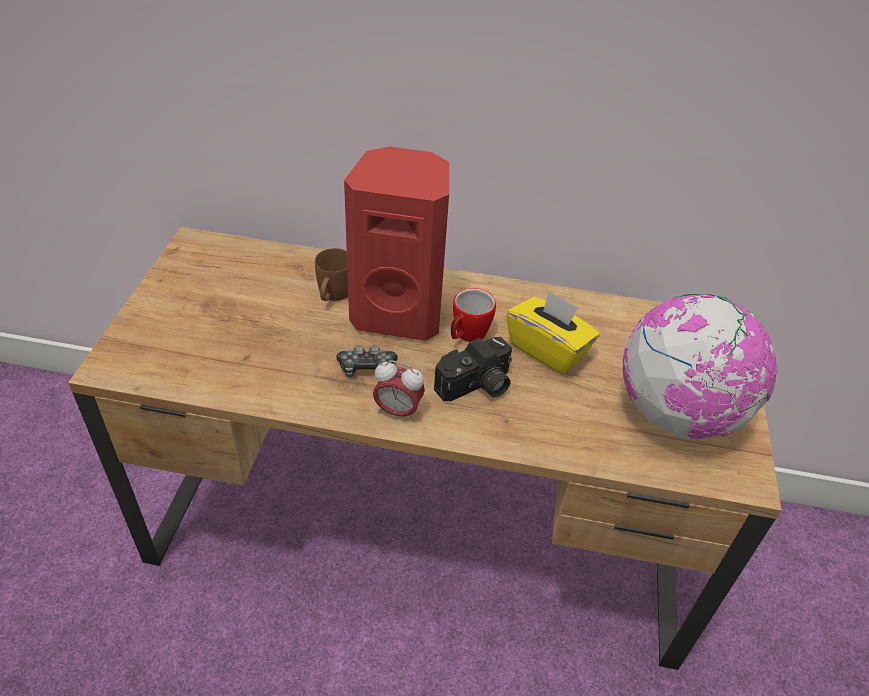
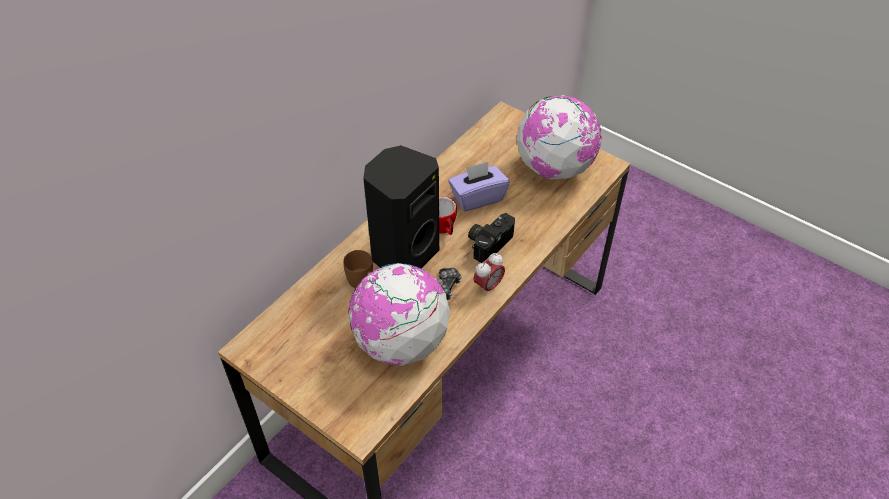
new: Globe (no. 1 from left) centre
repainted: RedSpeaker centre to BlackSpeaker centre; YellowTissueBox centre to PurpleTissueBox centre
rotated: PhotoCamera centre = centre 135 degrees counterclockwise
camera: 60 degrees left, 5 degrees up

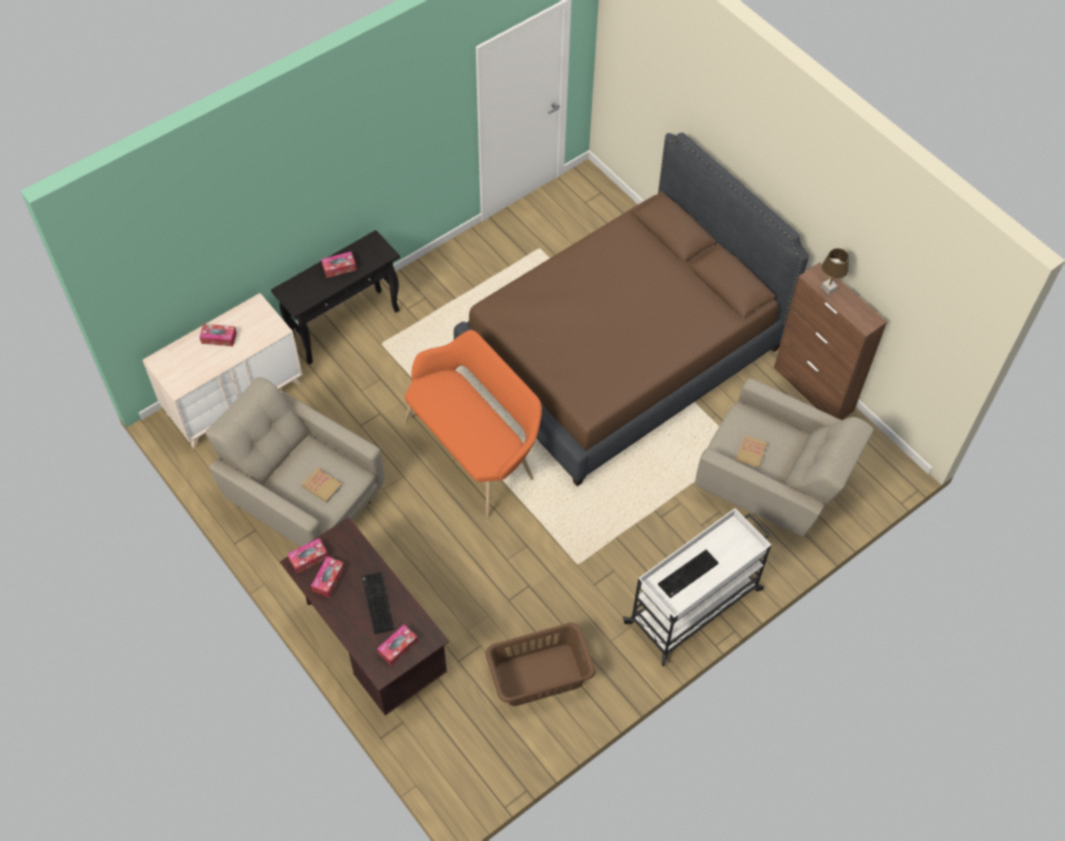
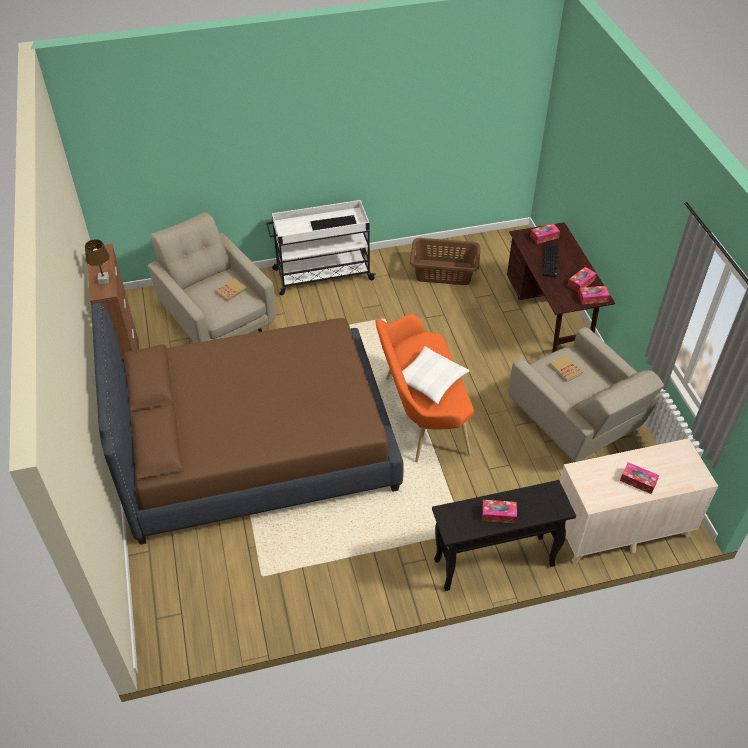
new: WhitePillow centre
camera: 155 degrees left, 10 degrees down

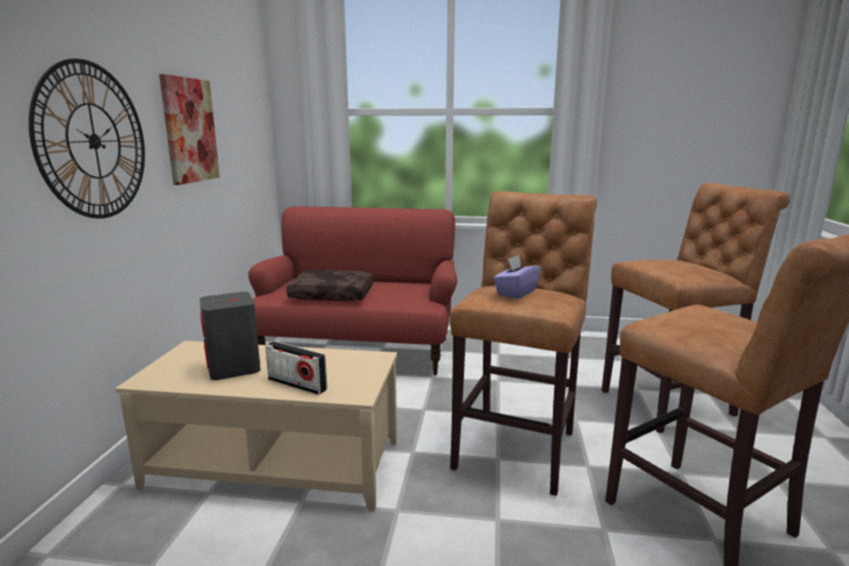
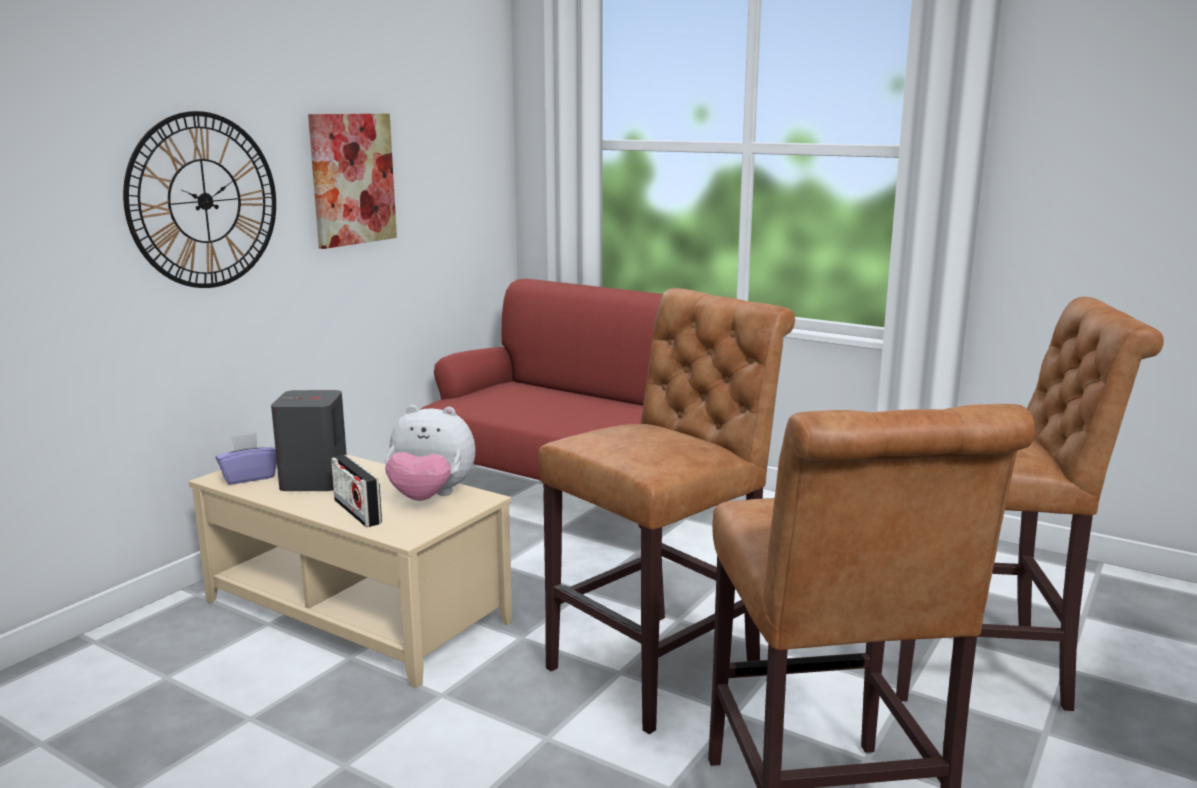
gone: BrownPillow centre
new: PlushToy centre
shifted: PurpleTissueBox centre to middle left
camera: 25 degrees right, 0 degrees up

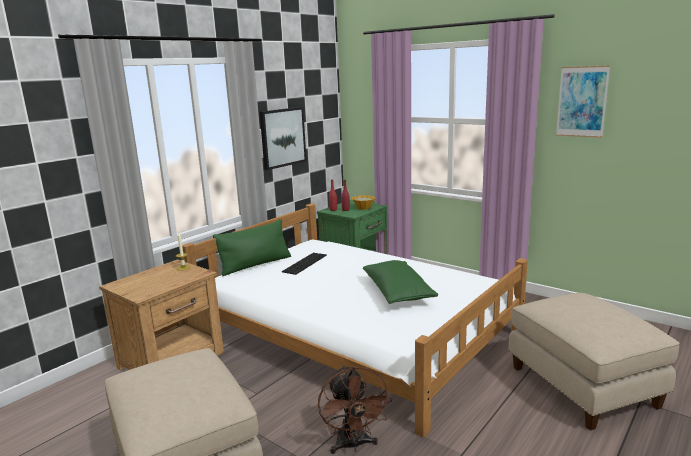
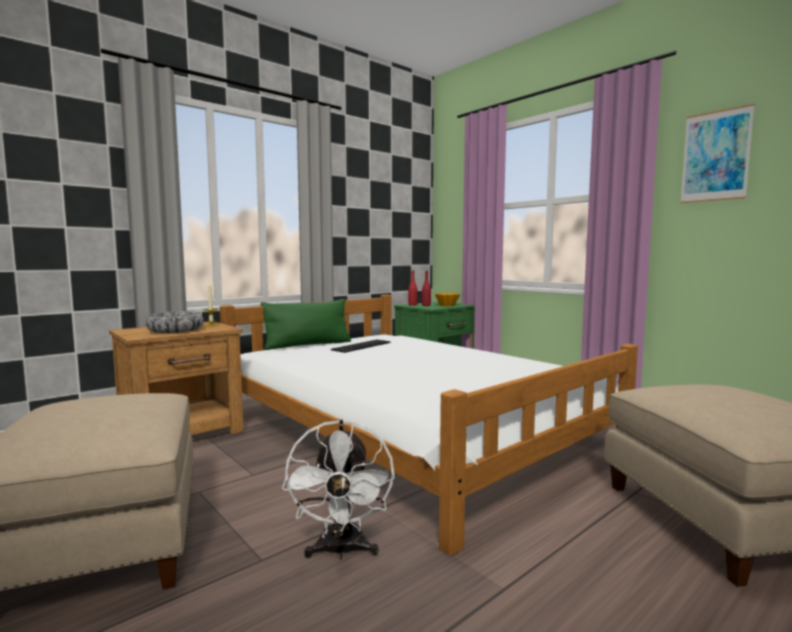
gone: Picture (no. 1 from left) top centre; GreenPillow (no. 2 from left) centre
new: Bowl (no. 1 from left) middle left
repainted: BrownFan bottom centre to WhiteFan bottom centre
camera: 10 degrees right, 10 degrees down

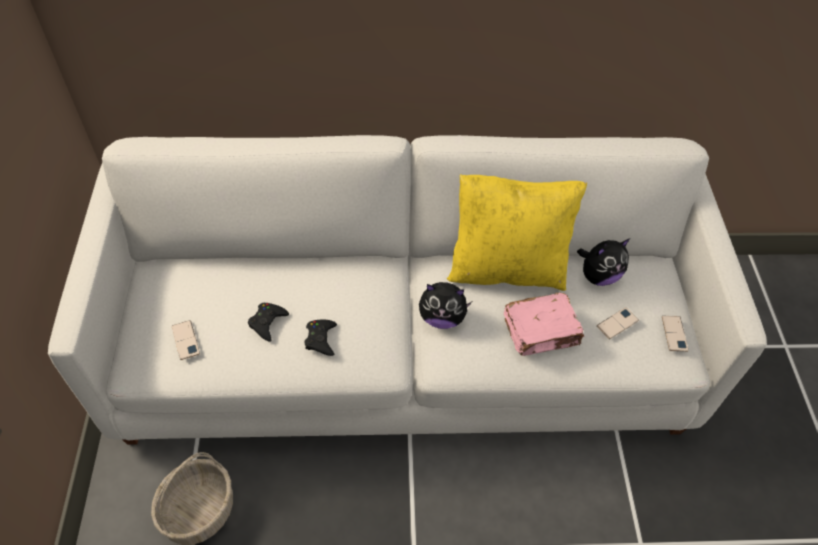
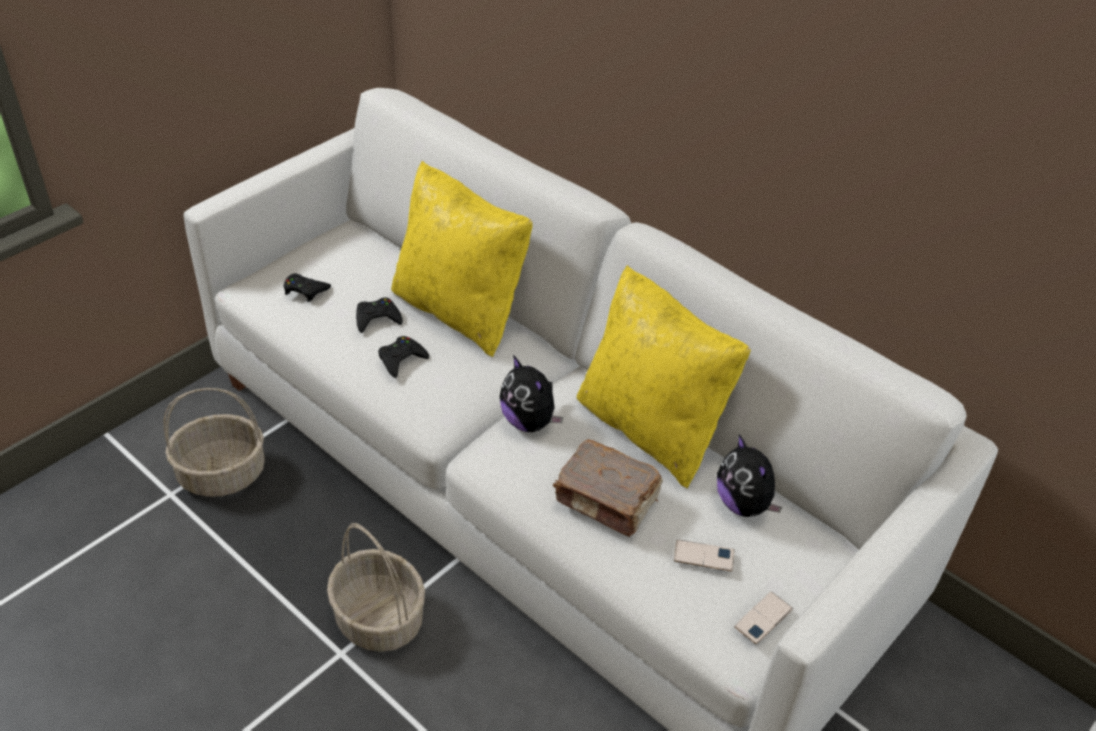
new: Basket (no. 2 from left) bottom centre; YellowPillow (no. 1 from left) centre
swapped: Phone (no. 1 from left) middle left to BlackGameController (no. 1 from left) middle left
repainted: PinkBook centre to BrownBook bottom centre
rotated: PlushToy (no. 2 from left) middle right = middle right 45 degrees clockwise
camera: 45 degrees right, 10 degrees down

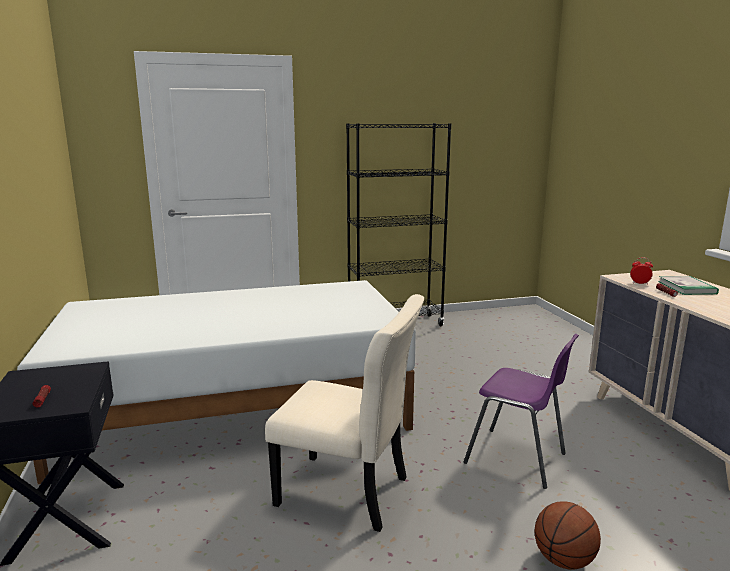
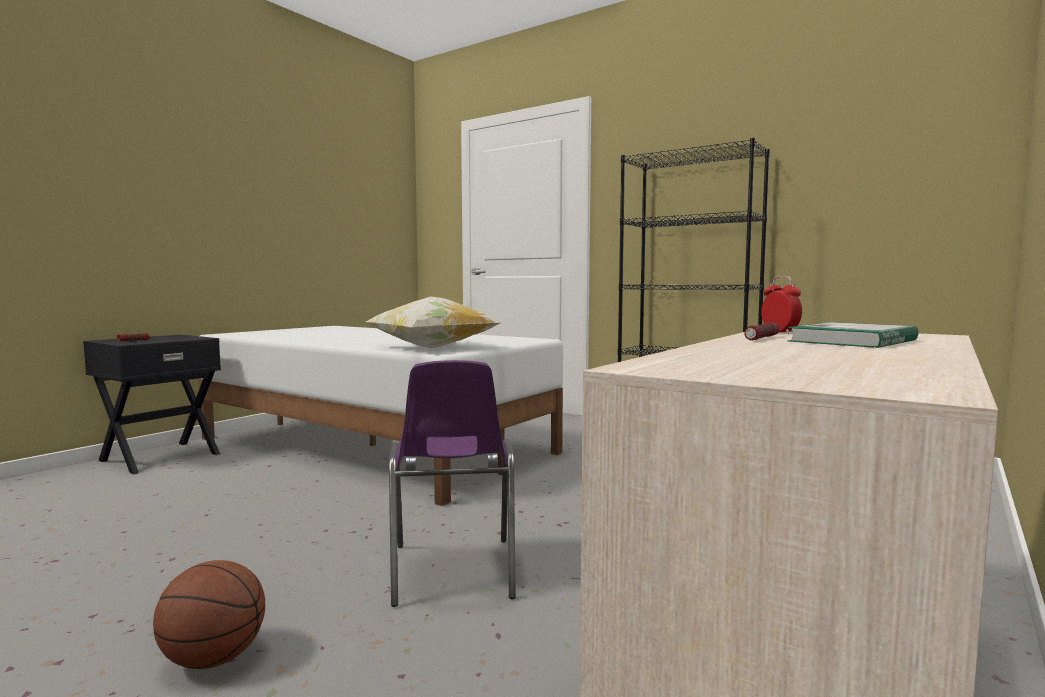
gone: BeigeChair bottom centre
new: Pillow centre
camera: 50 degrees right, 10 degrees down

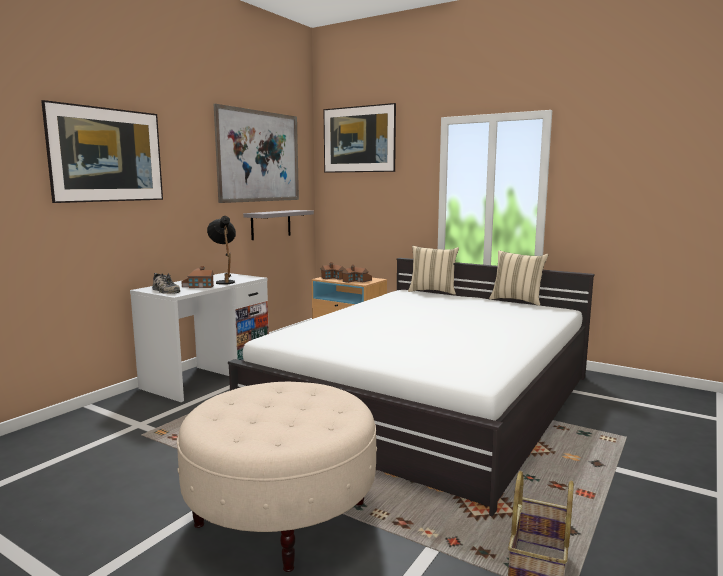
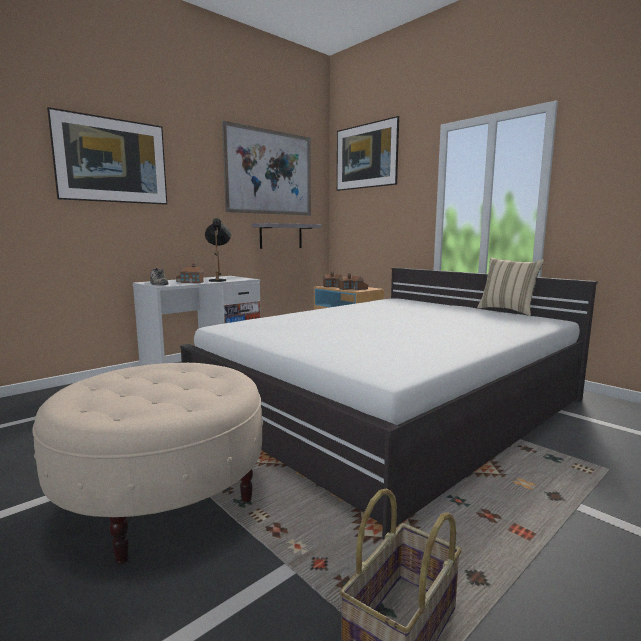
gone: BeigePillow (no. 1 from left) centre
camera: 15 degrees right, 0 degrees up

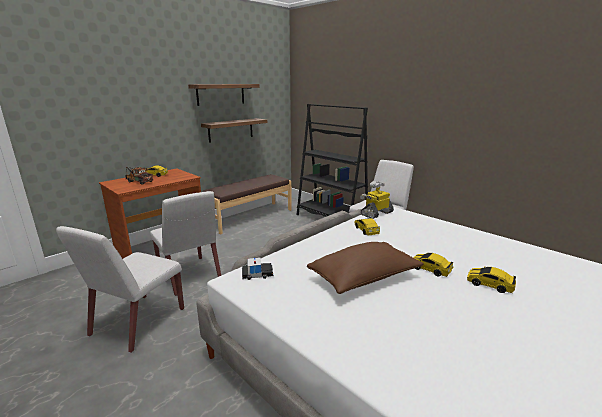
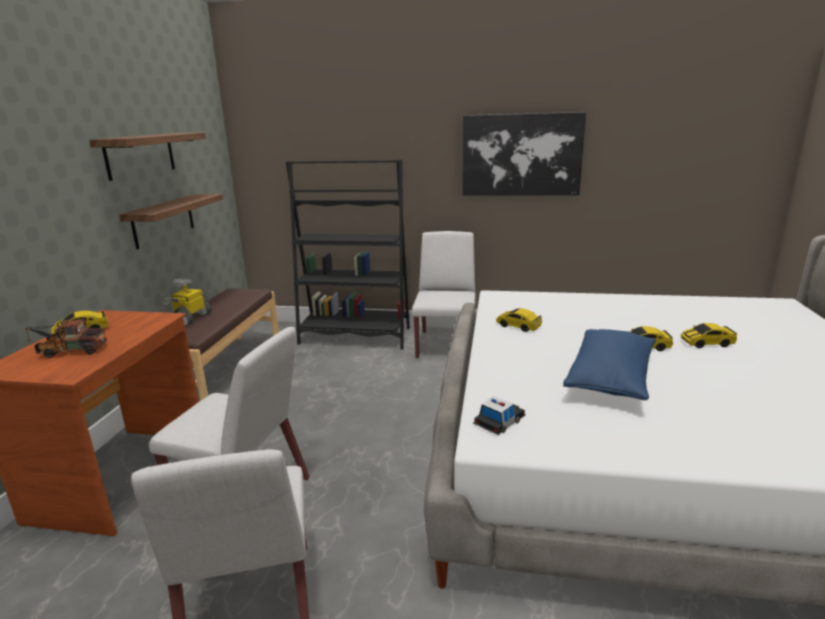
new: Picture top centre
shifted: ToyRobot centre to middle left
repainted: BrownPillow centre to BluePillow middle right
camera: 35 degrees left, 0 degrees up

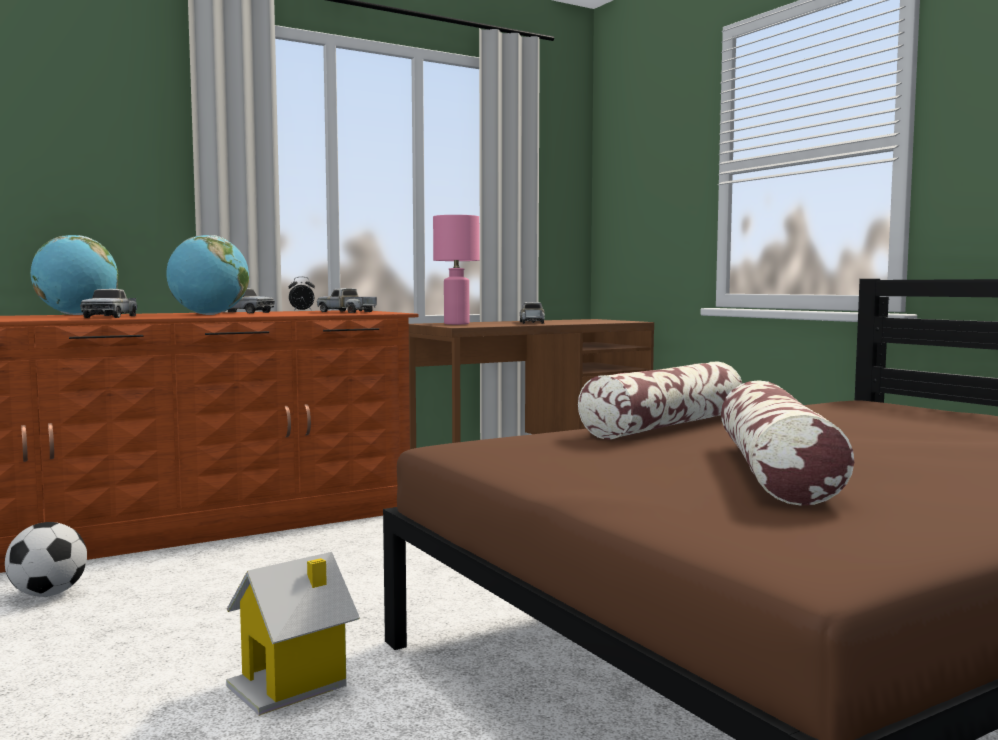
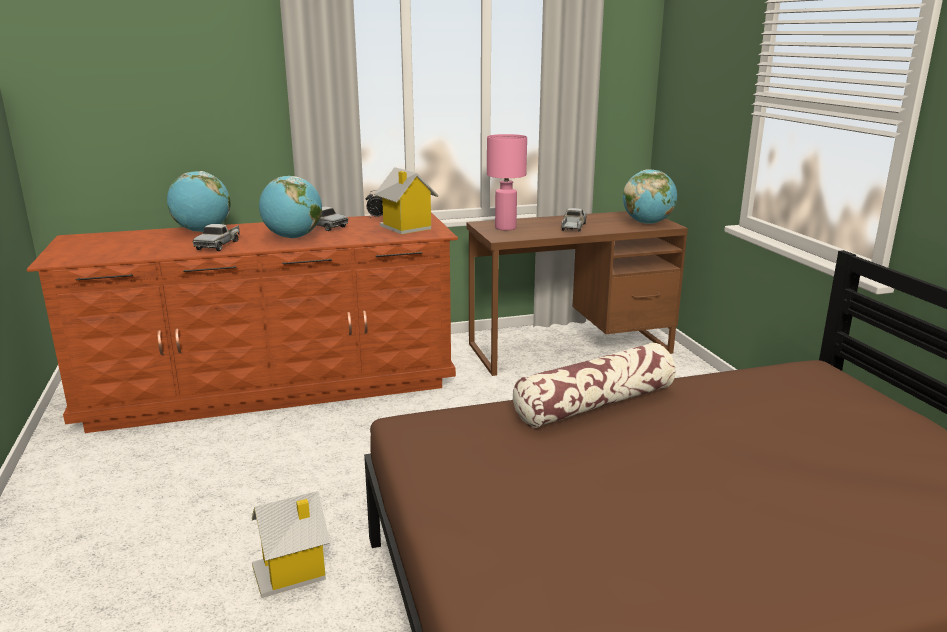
gone: Football bottom left; Pillow (no. 2 from left) middle right
new: Globe (no. 3 from left) top right
swapped: ToyTruck (no. 3 from left) centre to ToyHouse (no. 2 from left) top centre
camera: 15 degrees right, 15 degrees up

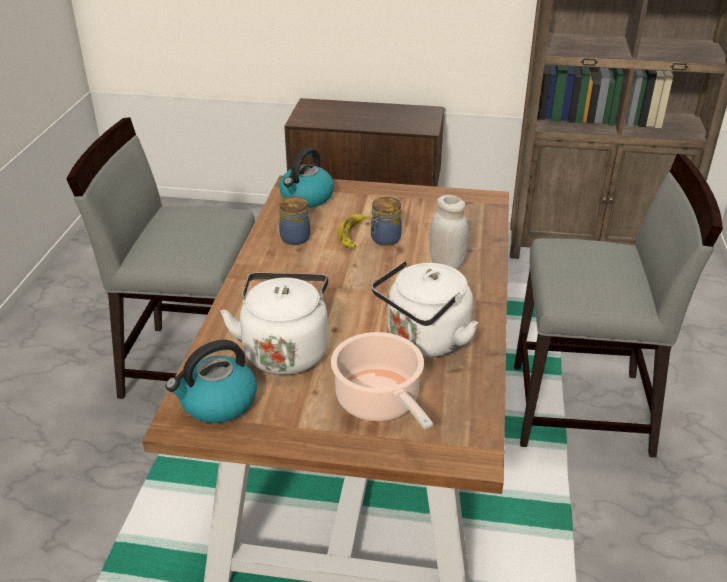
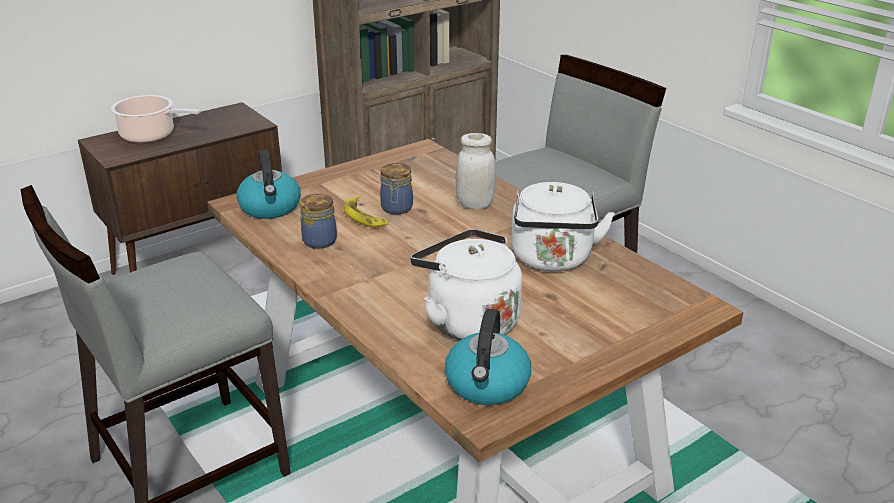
shifted: CookingPot centre to top left
camera: 45 degrees left, 5 degrees down

